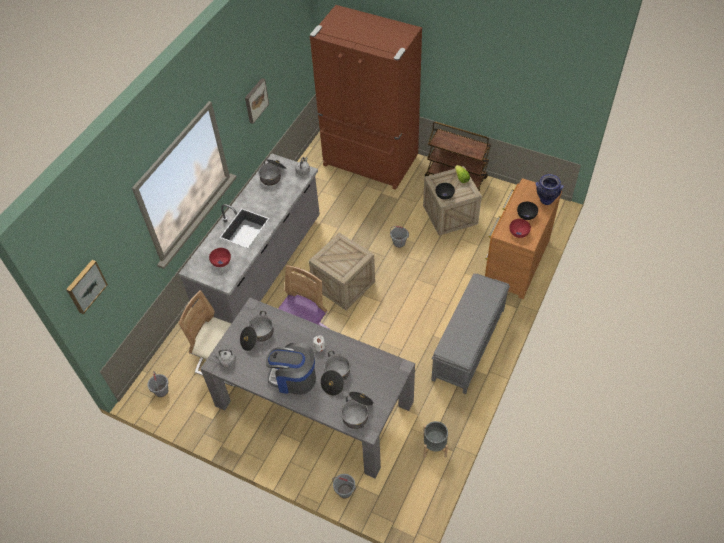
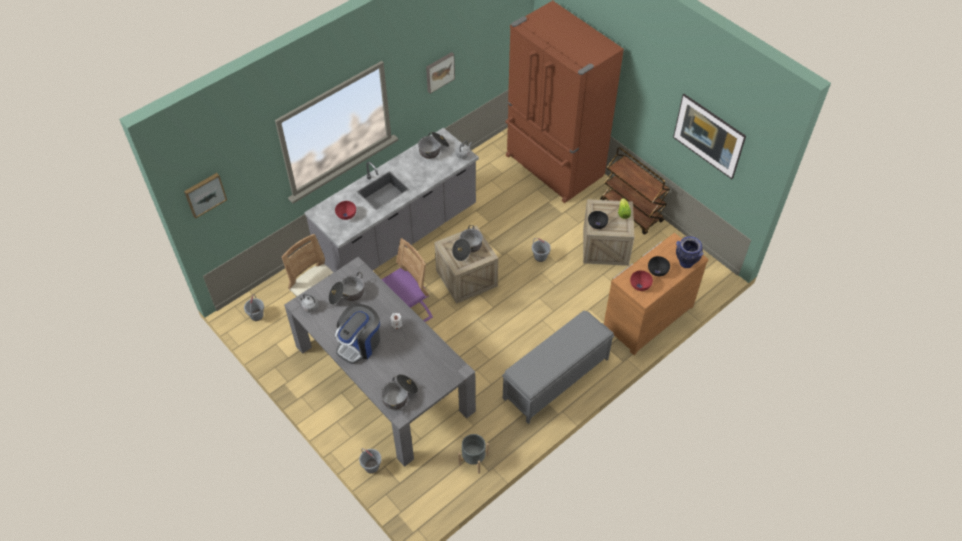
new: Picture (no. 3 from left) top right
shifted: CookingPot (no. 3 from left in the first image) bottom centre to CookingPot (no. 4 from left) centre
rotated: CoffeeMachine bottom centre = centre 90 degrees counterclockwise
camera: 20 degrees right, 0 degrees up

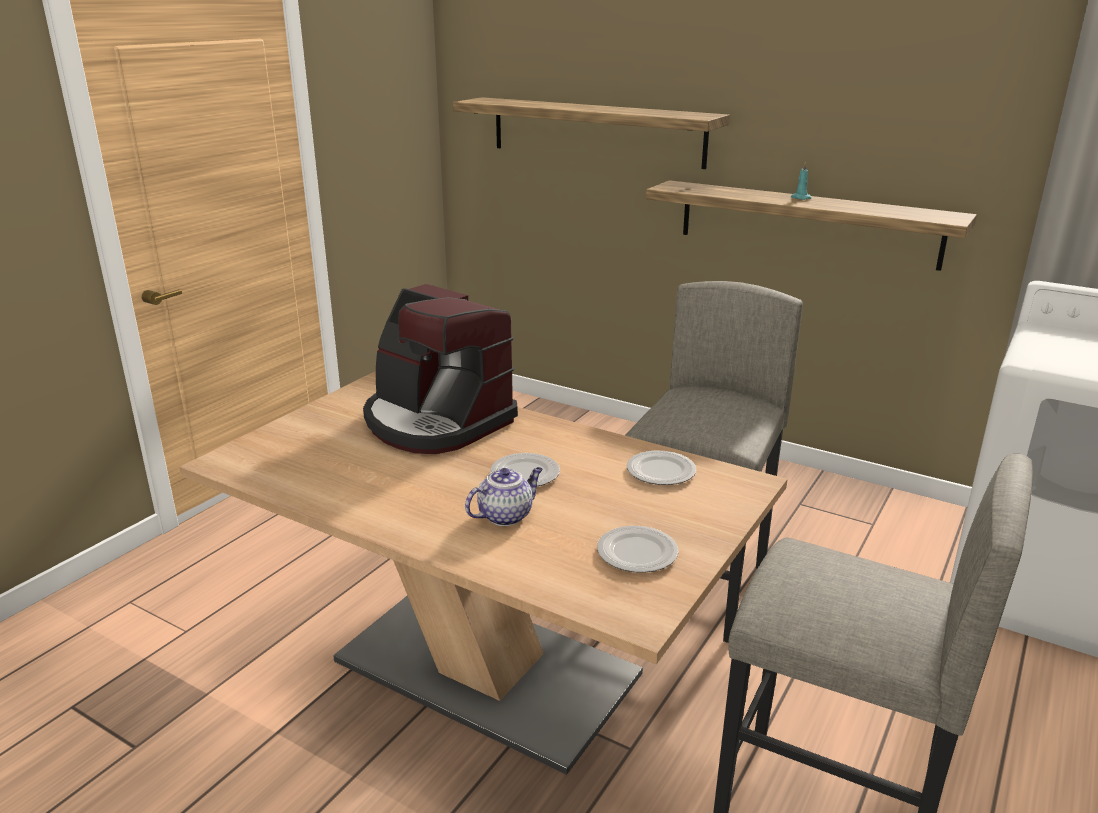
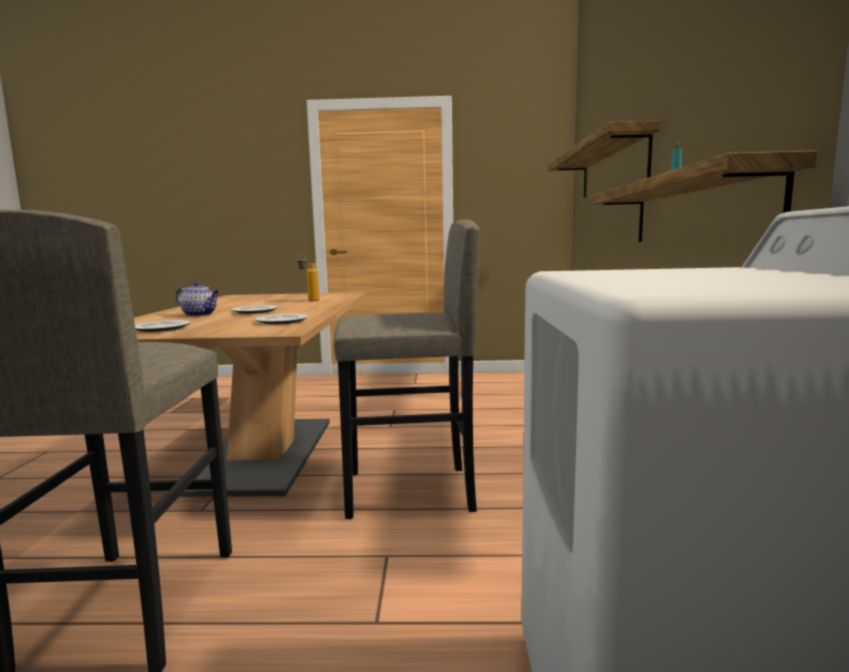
swapped: CoffeeMachine centre to Bottle centre
camera: 60 degrees right, 15 degrees down

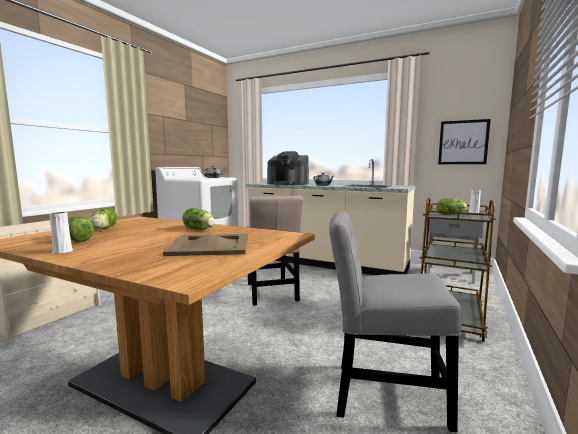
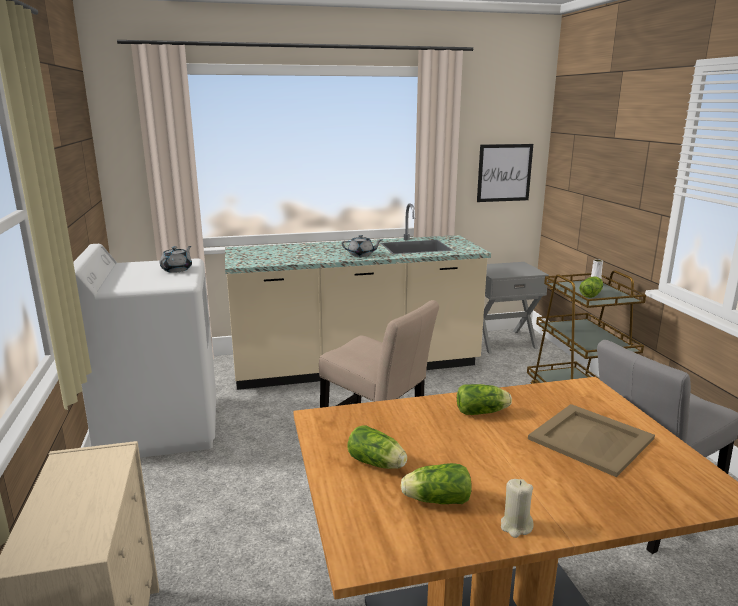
gone: CoffeeMachine centre
swapped: WhiteVase (no. 1 from left) middle left to BeigeCandle bottom right
camera: 40 degrees left, 10 degrees up

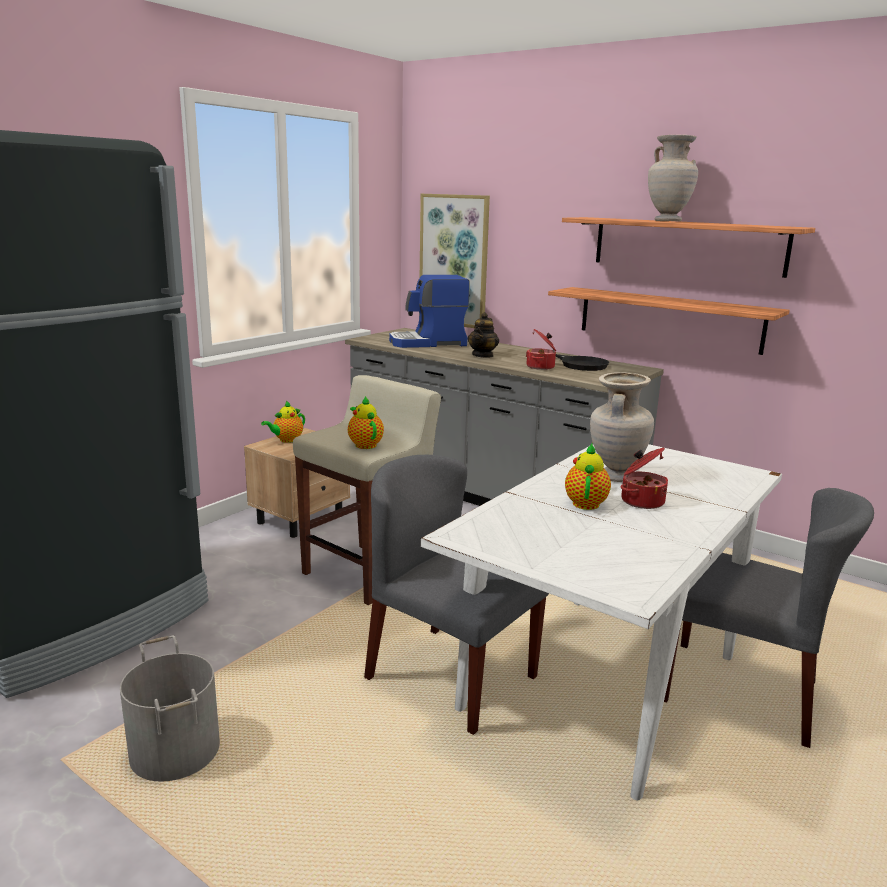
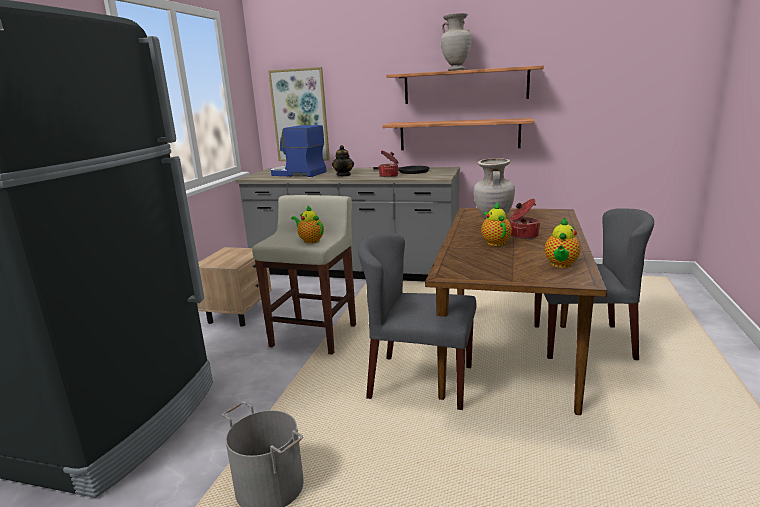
shifted: Teapot (no. 1 from left in the first image) middle left to Teapot (no. 4 from left) middle right
repainted: WhiteDiningTable bottom right to BrownDiningTable middle right
rotated: CoffeeMachine centre = top centre 60 degrees clockwise
camera: 20 degrees left, 0 degrees up

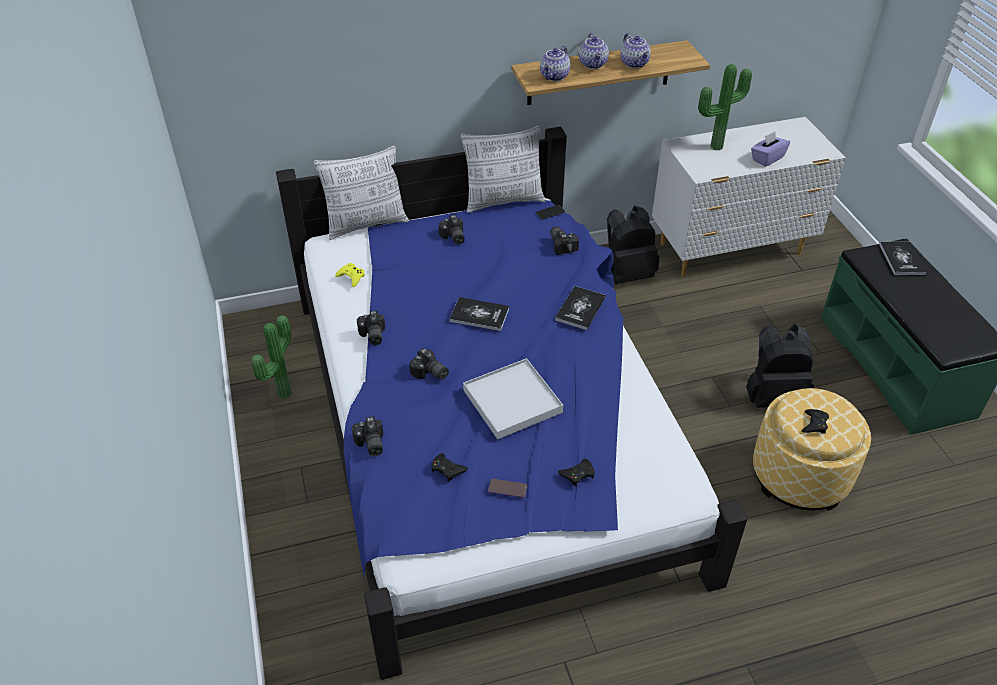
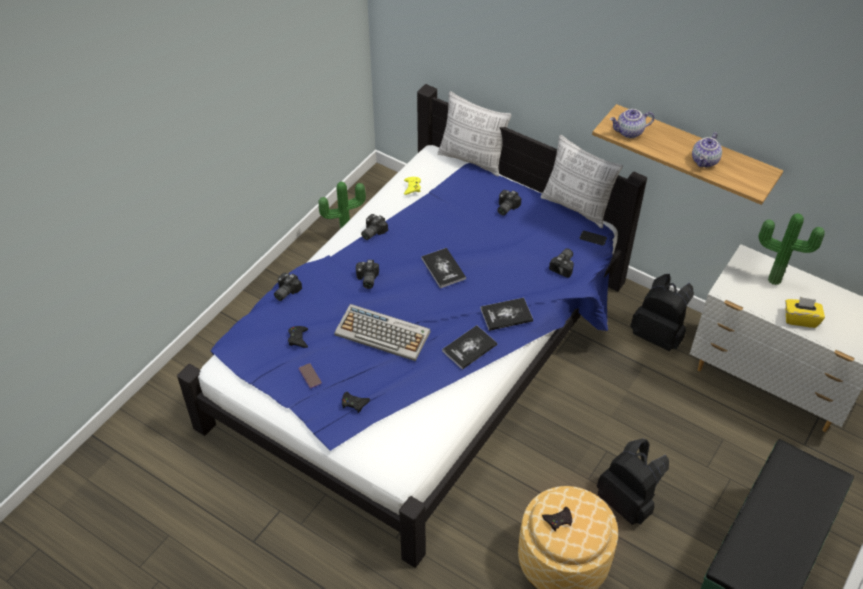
gone: Teapot (no. 2 from left) top centre
shifted: Book (no. 3 from left in the first image) middle right to Book (no. 2 from left) centre
swapped: WhiteTray centre to Keyboard centre
repainted: PurpleTissueBox top right to YellowTissueBox middle right
camera: 50 degrees right, 5 degrees up

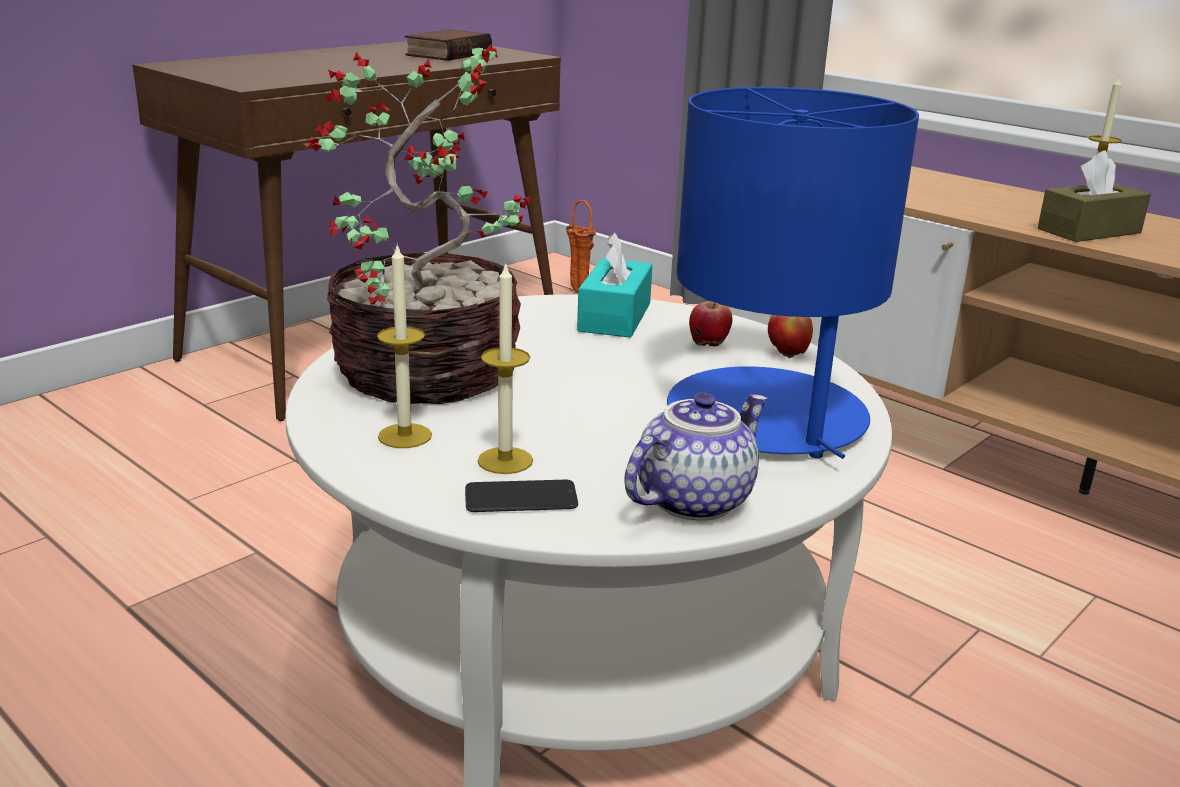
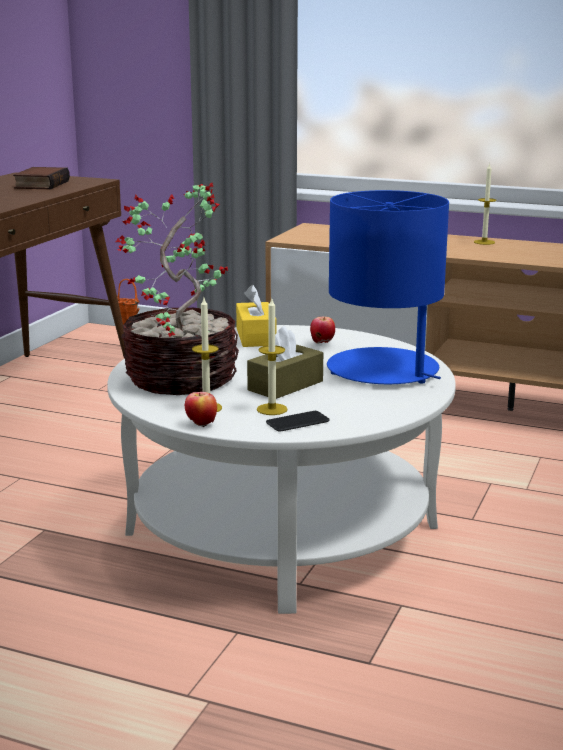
gone: Teapot centre
shifted: Apple (no. 2 from left in the first image) middle right to Apple (no. 1 from left) centre; BrownTissueBox top right to centre
repainted: TurquoiseTissueBox centre to YellowTissueBox centre
camera: 20 degrees left, 5 degrees down

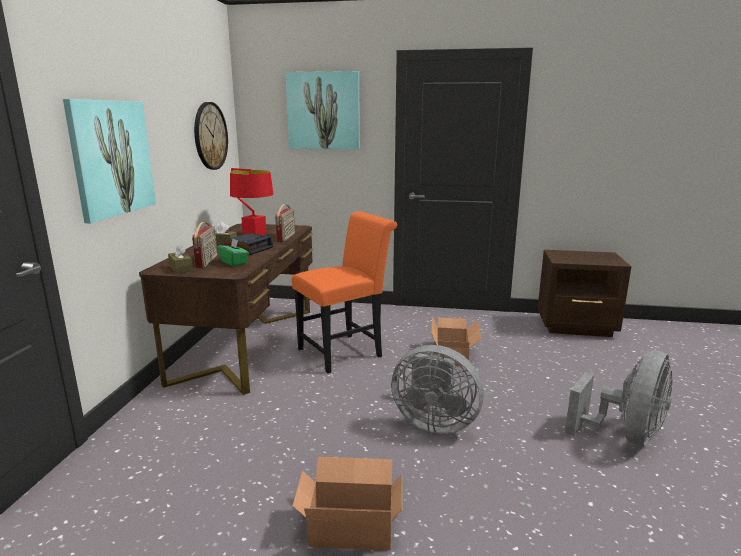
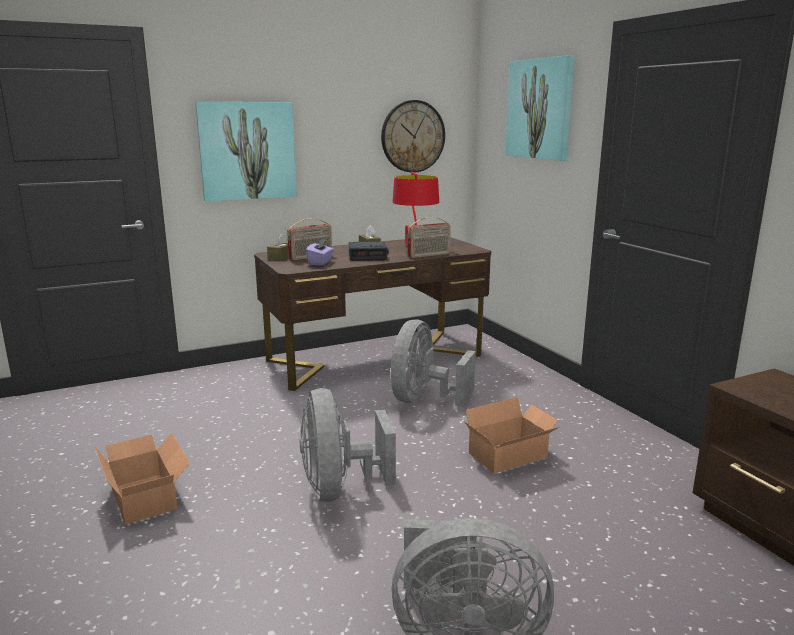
swapped: OrangeChair centre to GreyFan (no. 2 from left) centre
repainted: GreenTissueBox middle left to PurpleTissueBox centre
camera: 55 degrees right, 0 degrees up

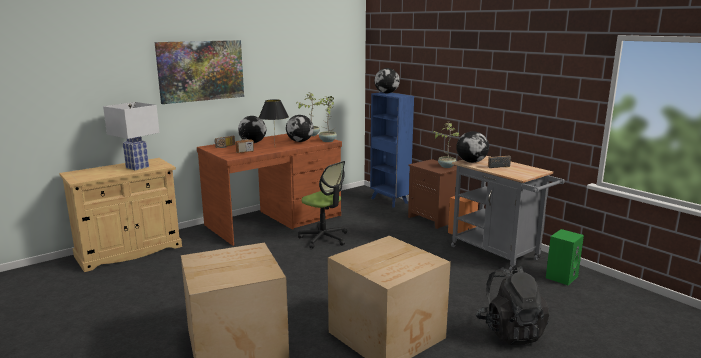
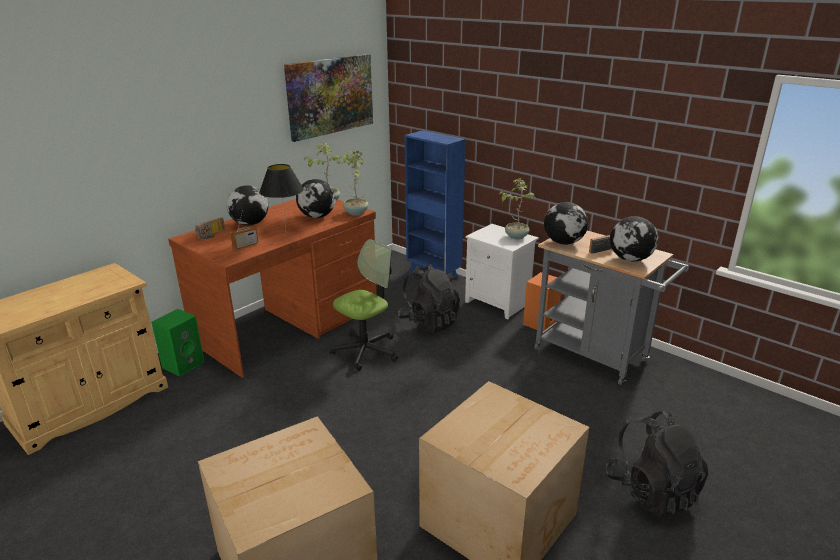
gone: WhiteTableLamp middle left
new: BlackBackpack (no. 1 from left) centre
shifted: GreenSpeaker bottom right to middle left; Picture top left to top centre; Globe (no. 3 from left in the first image) top centre to Globe (no. 4 from left) middle right
repainted: BrownNightstand centre to WhiteNightstand centre
rotated: OfficeChair centre = centre 75 degrees counterclockwise
camera: 10 degrees left, 10 degrees up

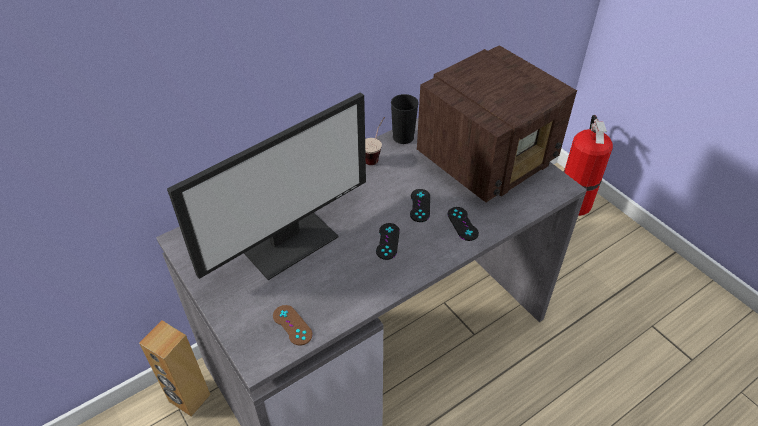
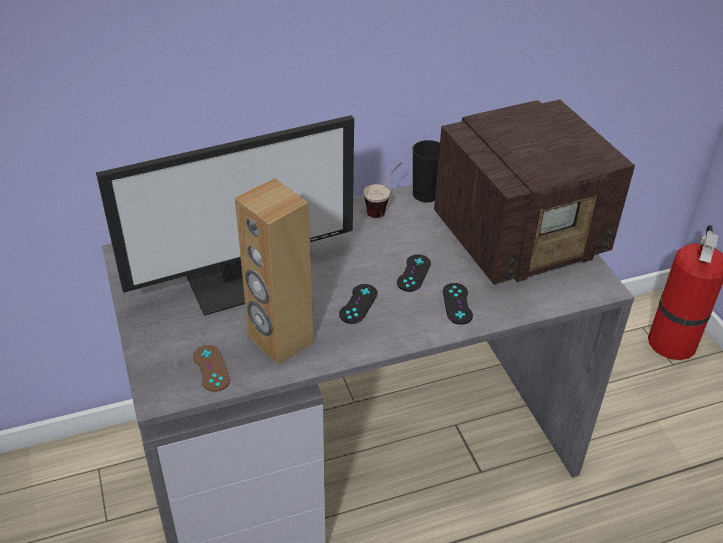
shifted: BrownSpeaker bottom left to centre
camera: 15 degrees right, 5 degrees down

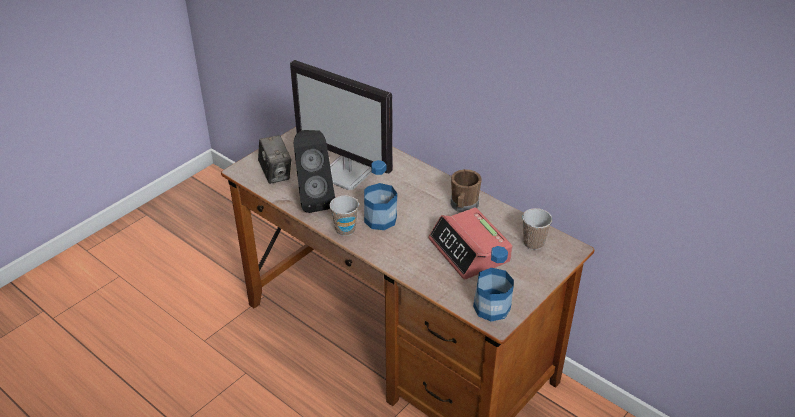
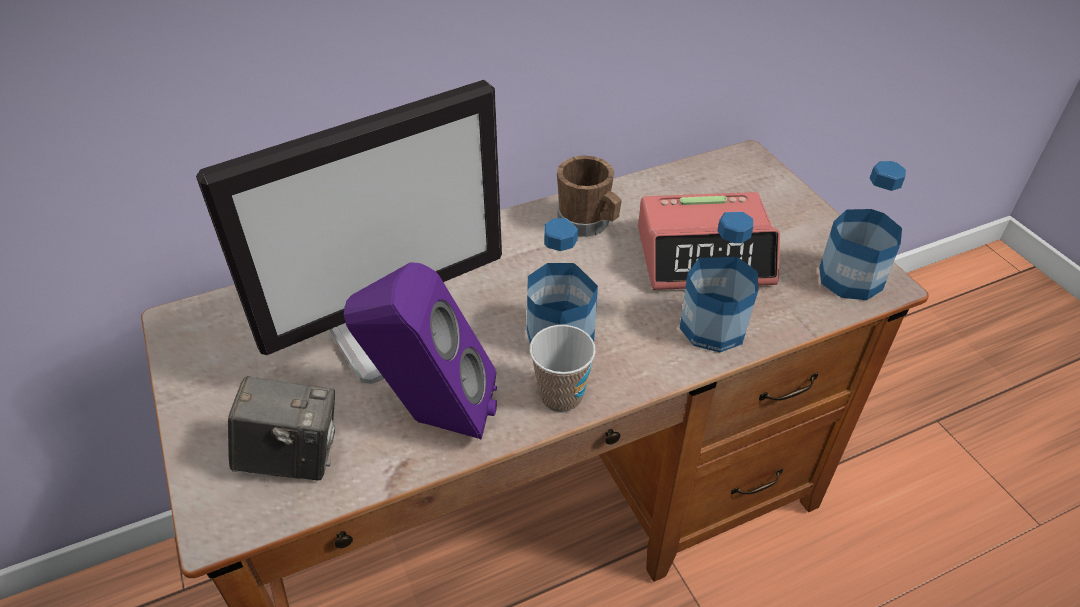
gone: Cup (no. 2 from left) middle right
new: Bottle (no. 2 from left) centre
repainted: BlackSpeaker centre to PurpleSpeaker centre
camera: 65 degrees left, 5 degrees up

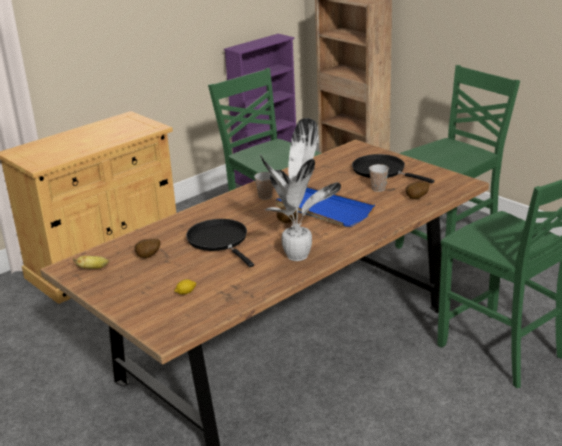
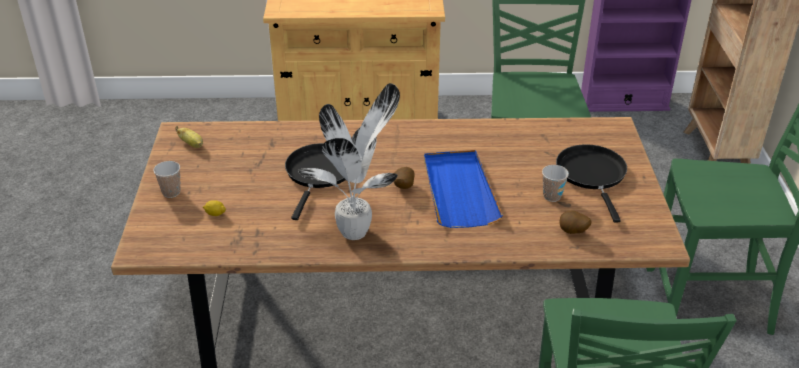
gone: Potato (no. 1 from left) middle left
shifted: Cup (no. 1 from left) centre to middle left
camera: 40 degrees right, 10 degrees up

